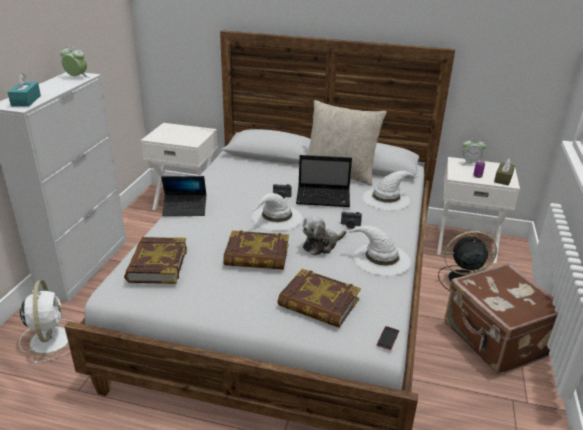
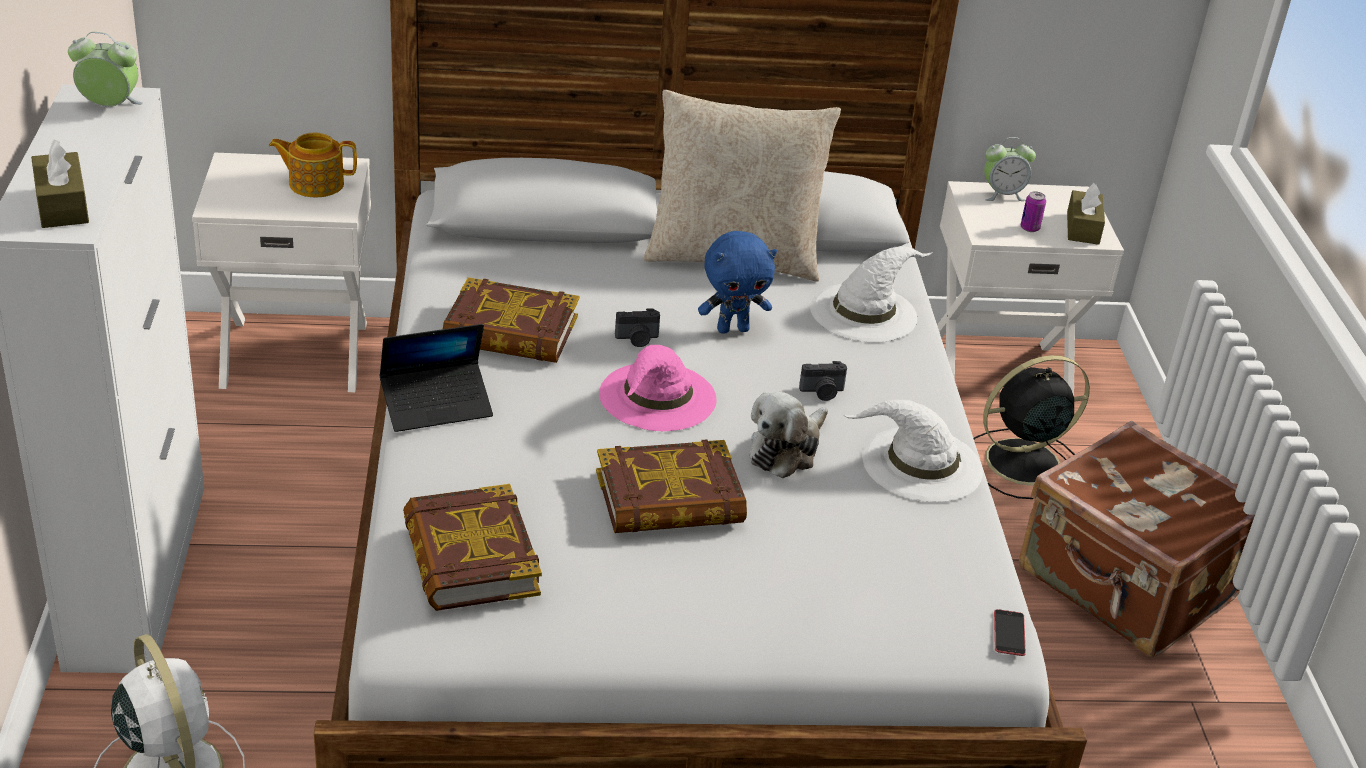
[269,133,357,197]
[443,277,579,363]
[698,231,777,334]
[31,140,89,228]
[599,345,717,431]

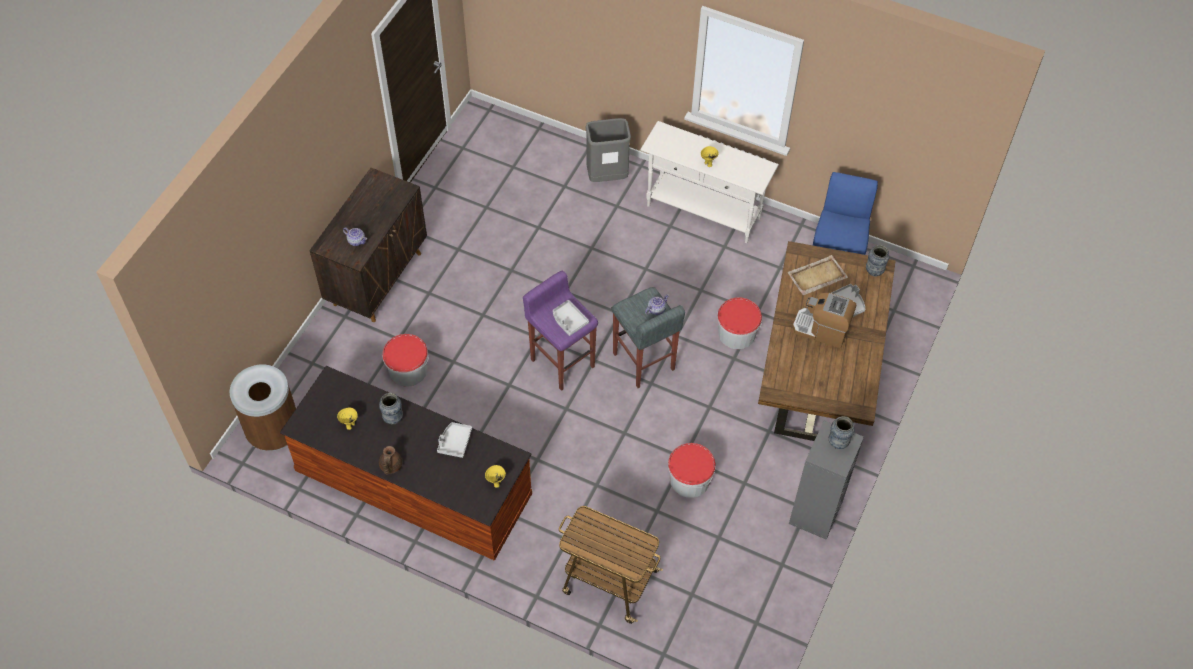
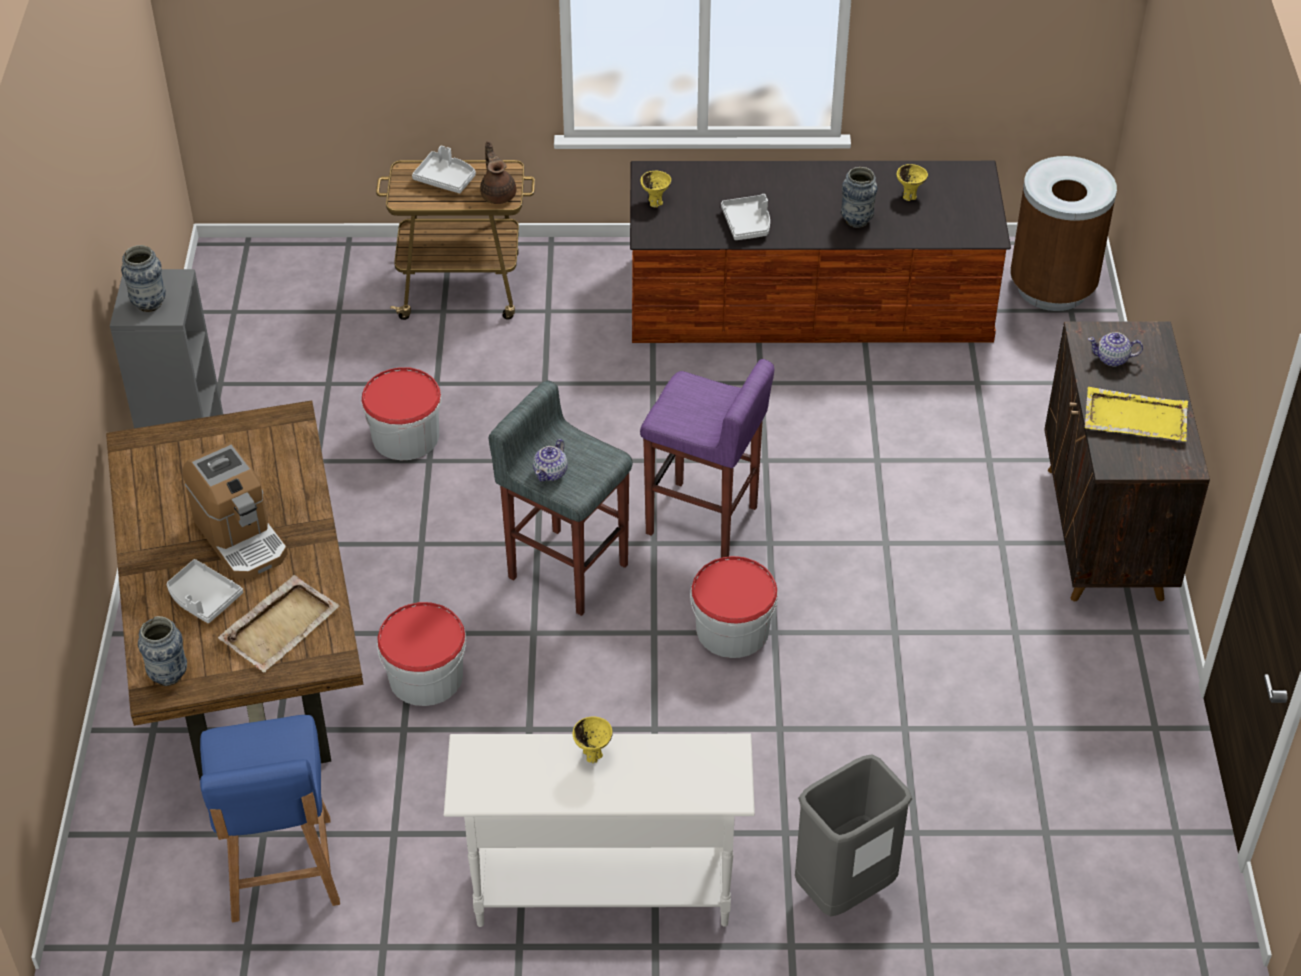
[1085,387,1188,441]
[480,141,516,204]
[690,556,778,658]
[412,146,476,193]
[183,442,288,579]

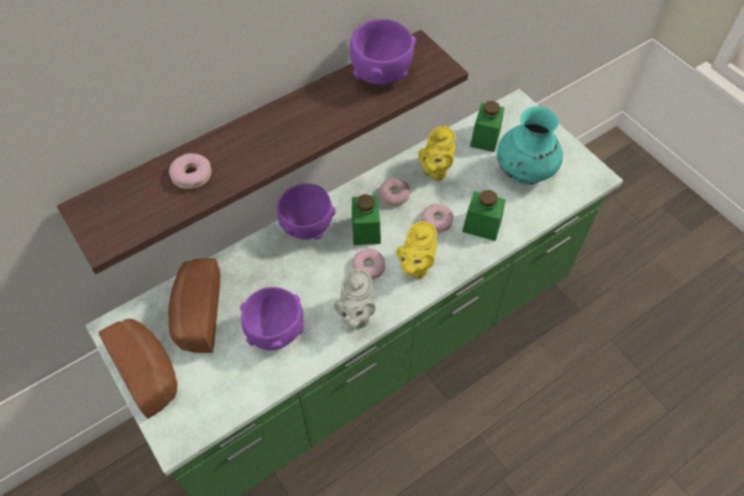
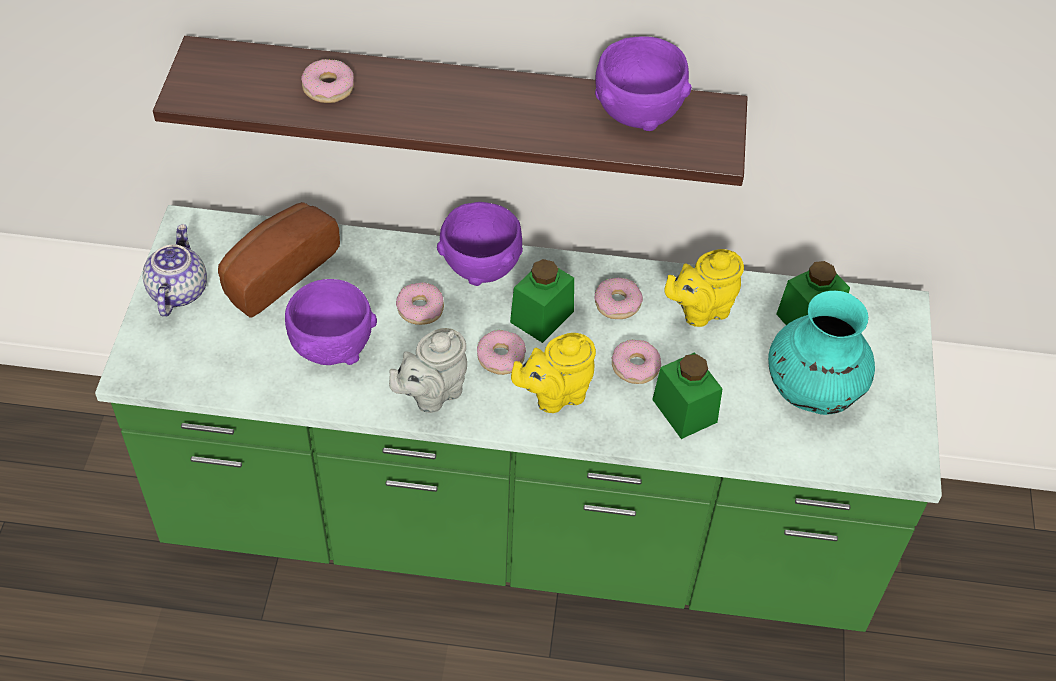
[396,282,444,325]
[143,224,207,317]

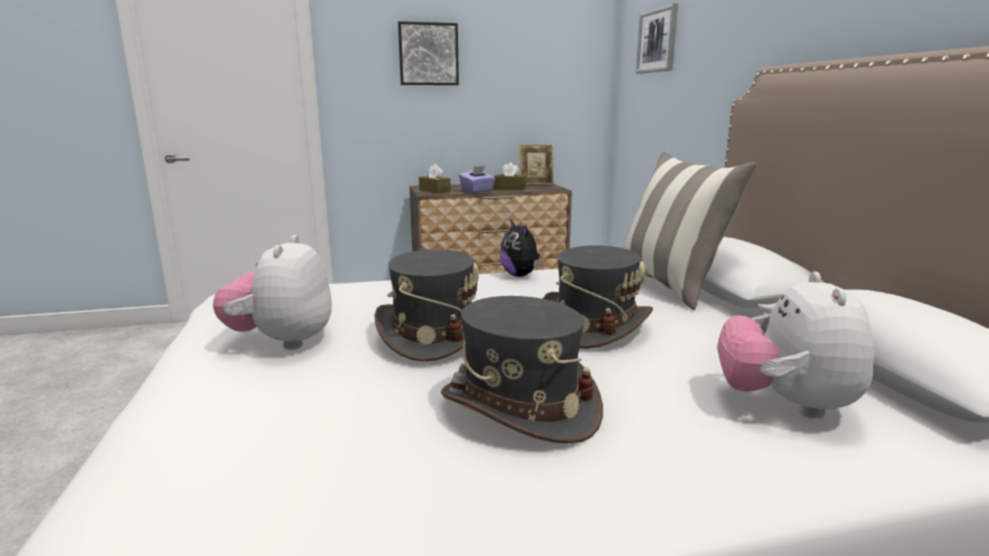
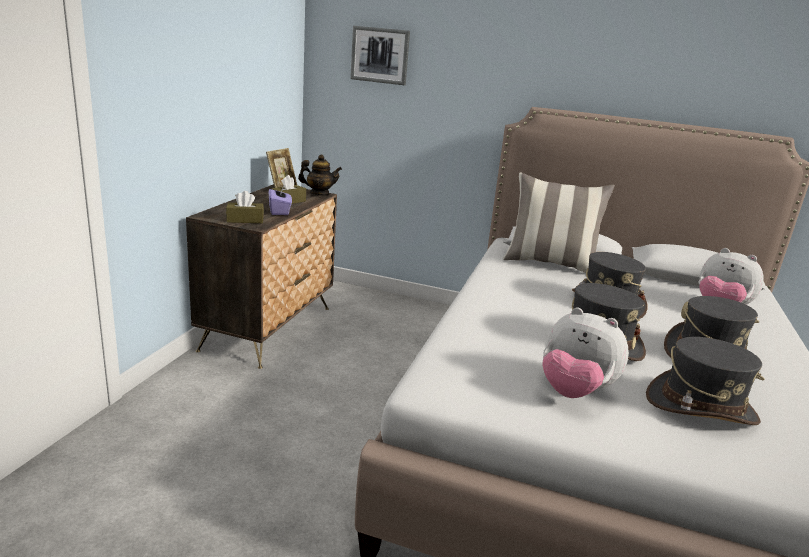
[398,21,459,85] (first image)
[500,219,543,277] (first image)
[298,154,342,196]
[646,337,765,425]

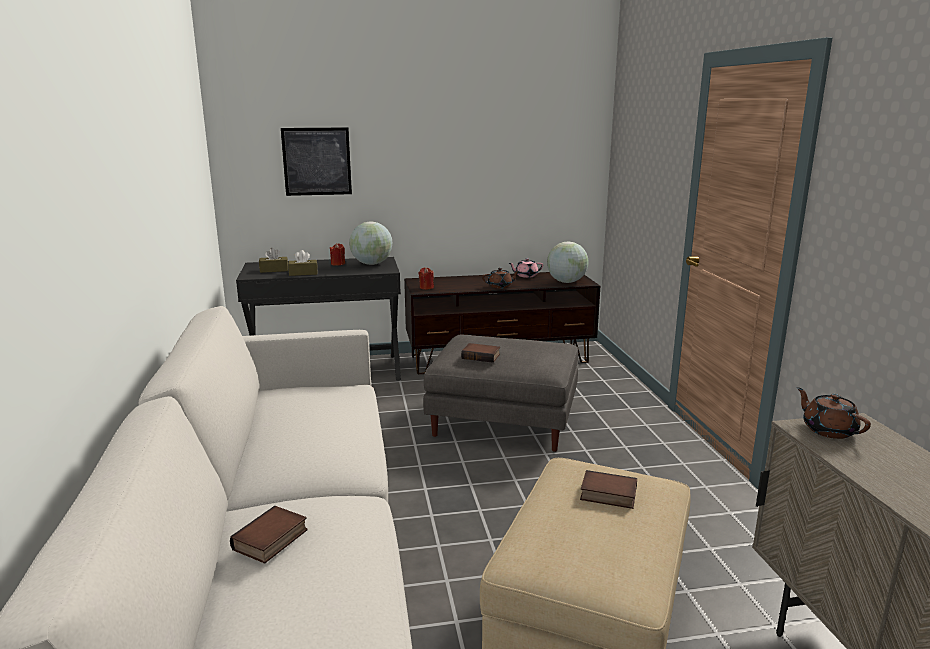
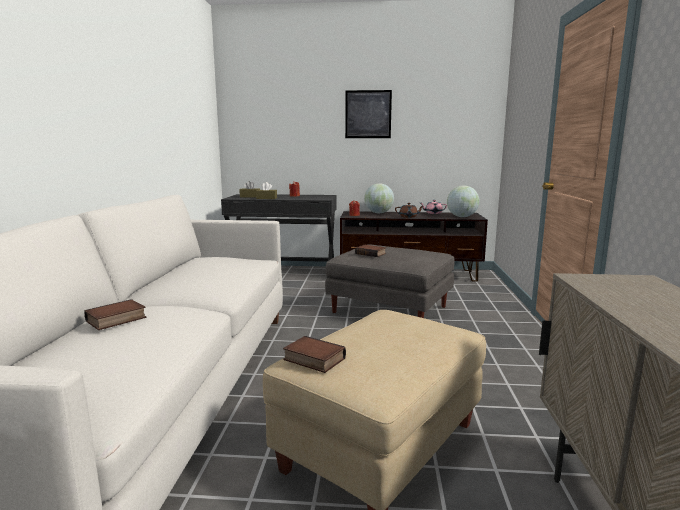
[796,387,871,439] (first image)
[345,90,392,138]
[364,183,394,213]
[283,336,346,373]

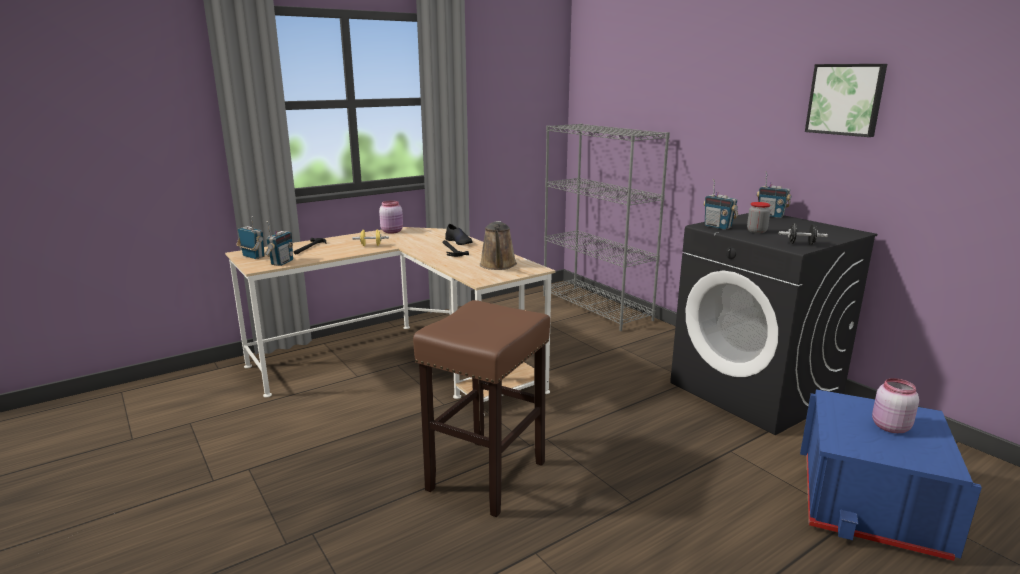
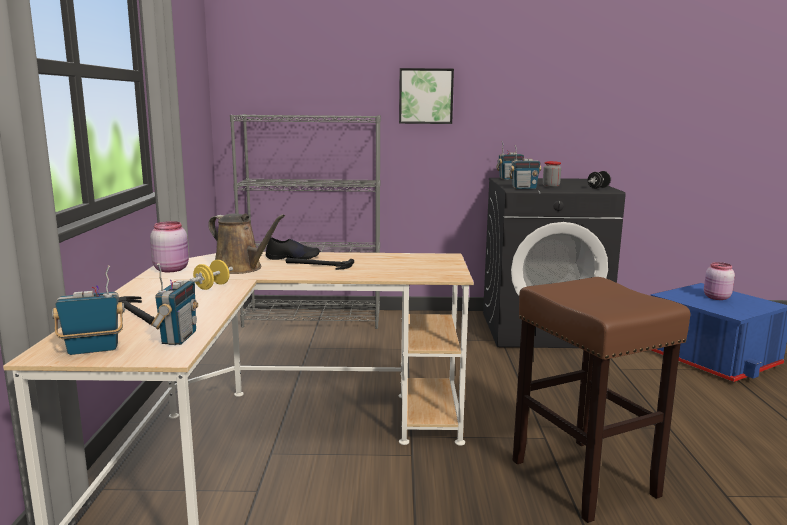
[208,213,285,274]
[399,68,454,124]
[151,263,198,345]

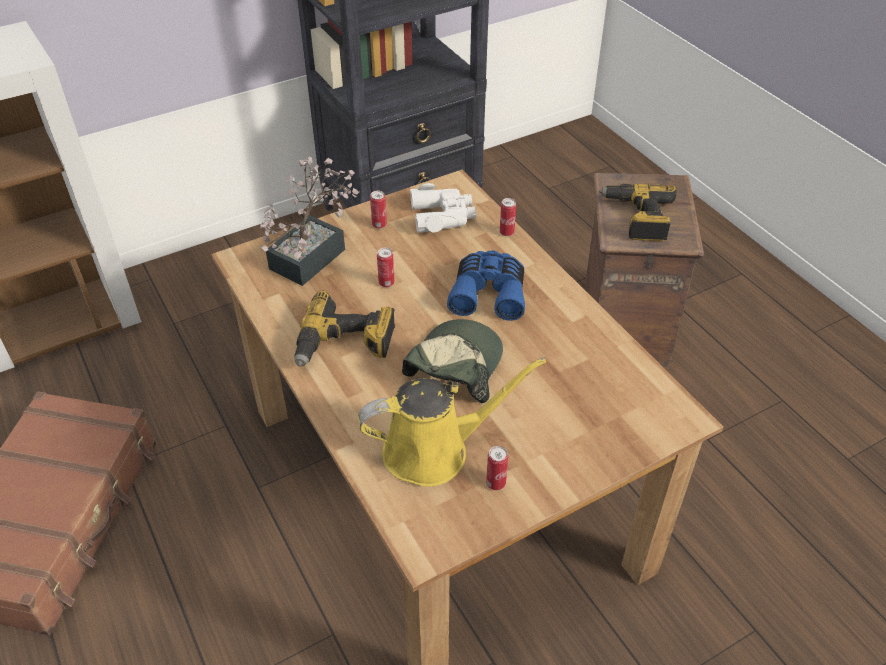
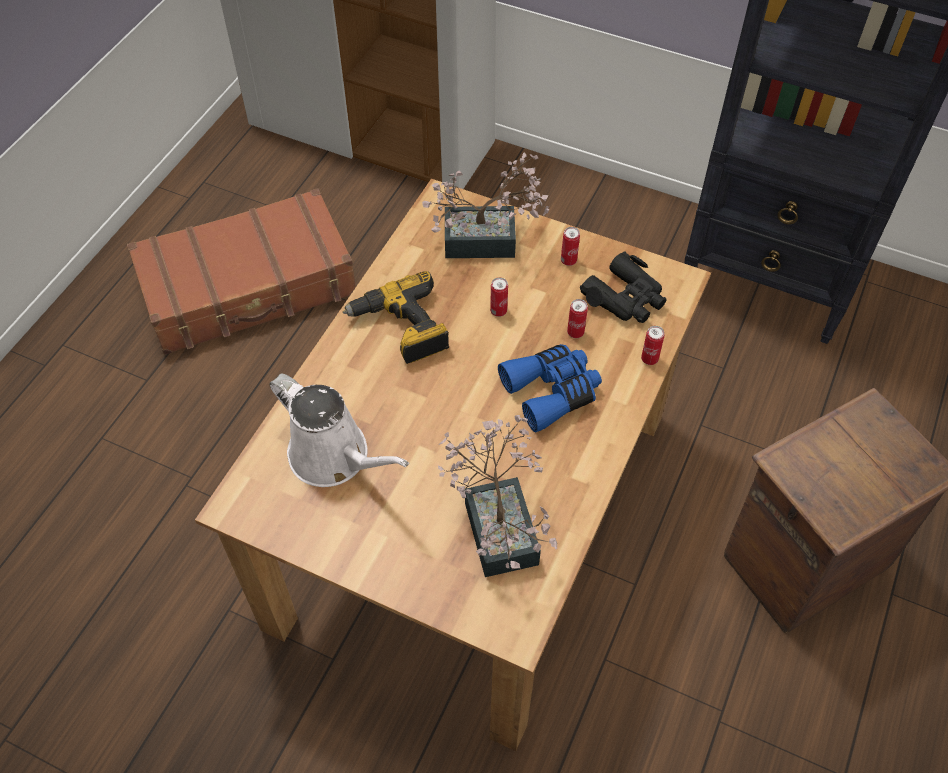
[402,319,503,403] (first image)
[599,184,677,241] (first image)
[438,415,557,577]
[567,299,588,338]
[270,374,409,487]
[580,251,667,323]

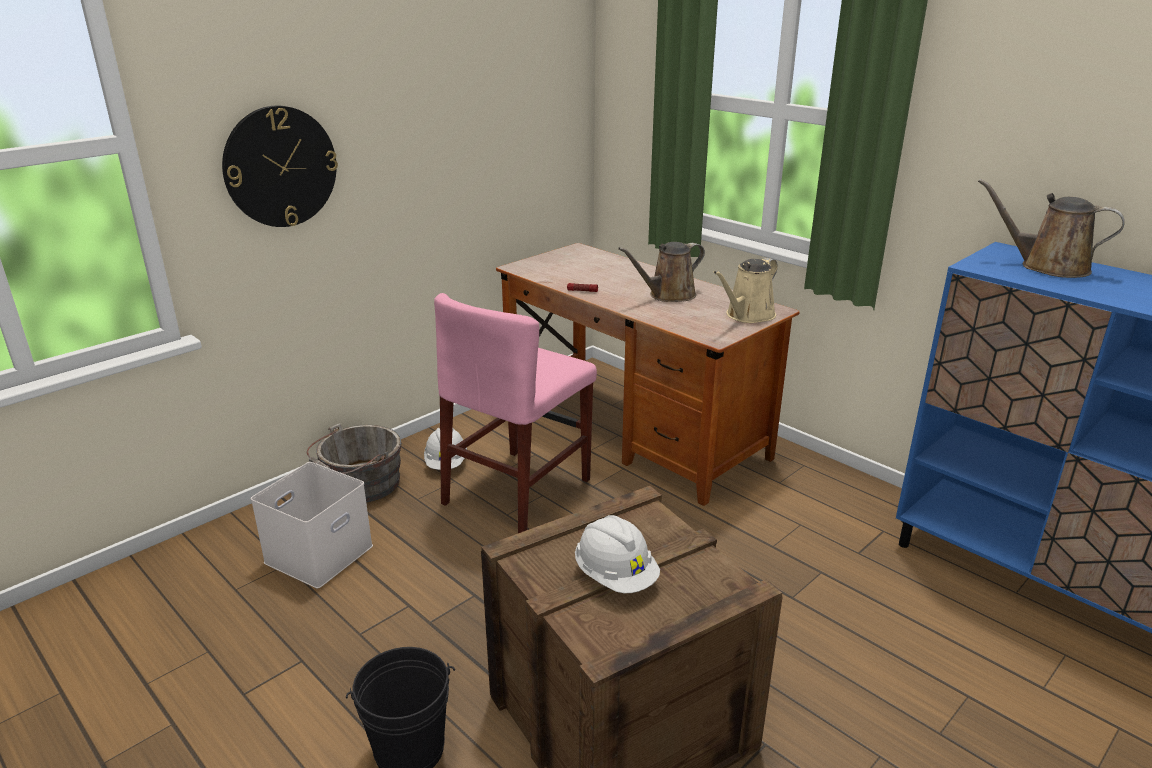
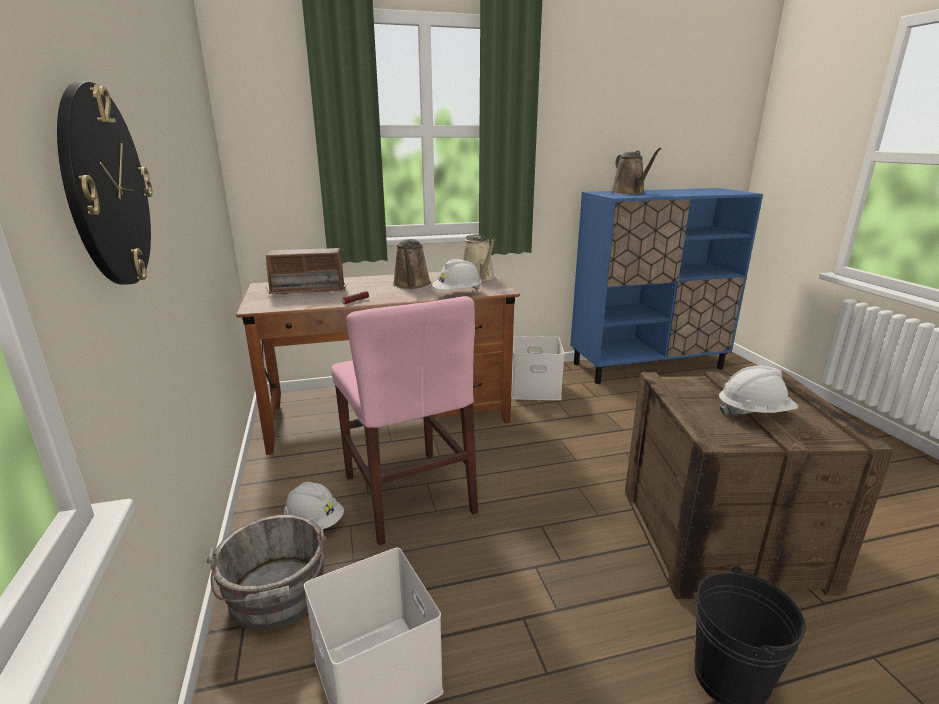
[266,248,347,294]
[432,259,482,290]
[511,336,565,400]
[611,148,661,194]

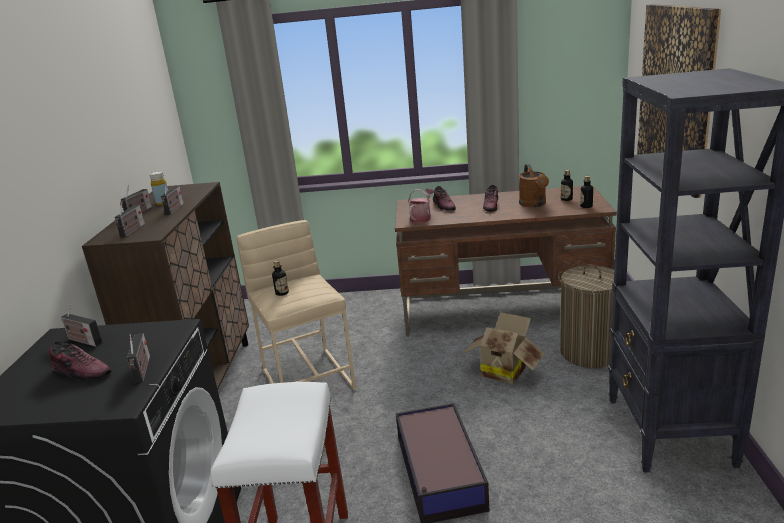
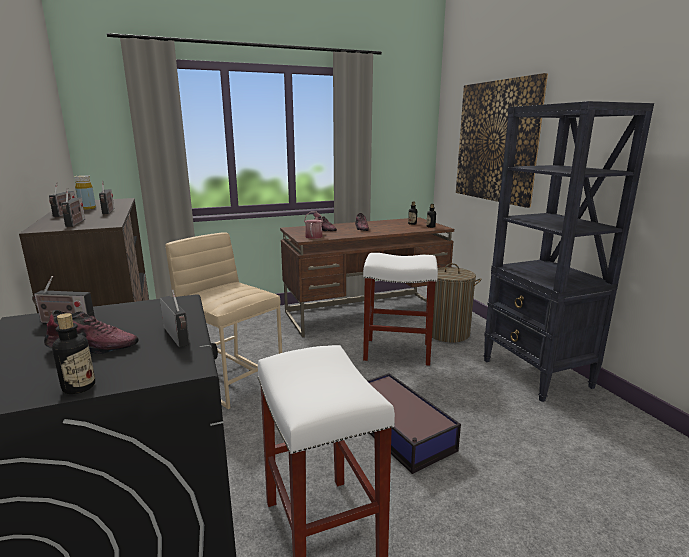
[519,164,549,207] (first image)
[52,313,95,394]
[363,253,438,366]

